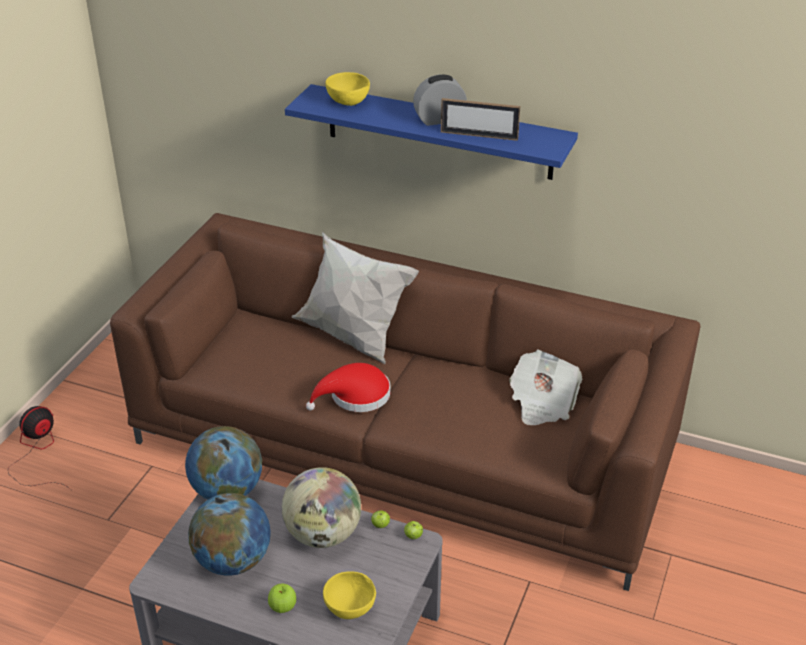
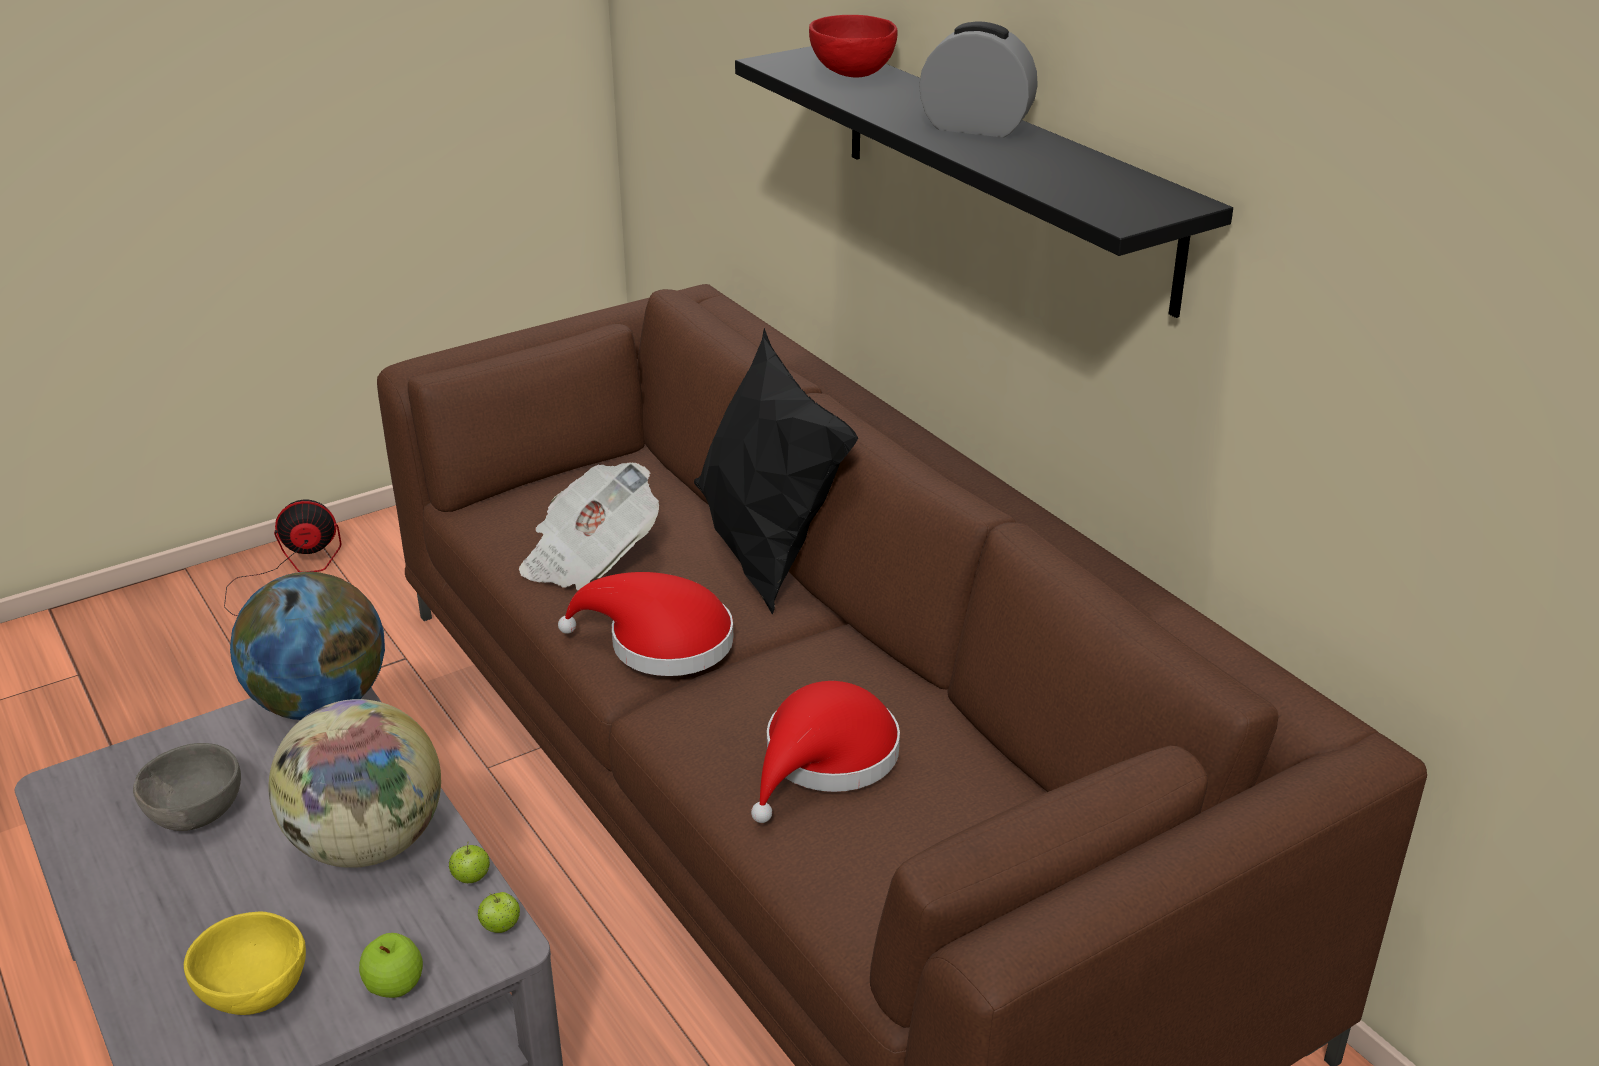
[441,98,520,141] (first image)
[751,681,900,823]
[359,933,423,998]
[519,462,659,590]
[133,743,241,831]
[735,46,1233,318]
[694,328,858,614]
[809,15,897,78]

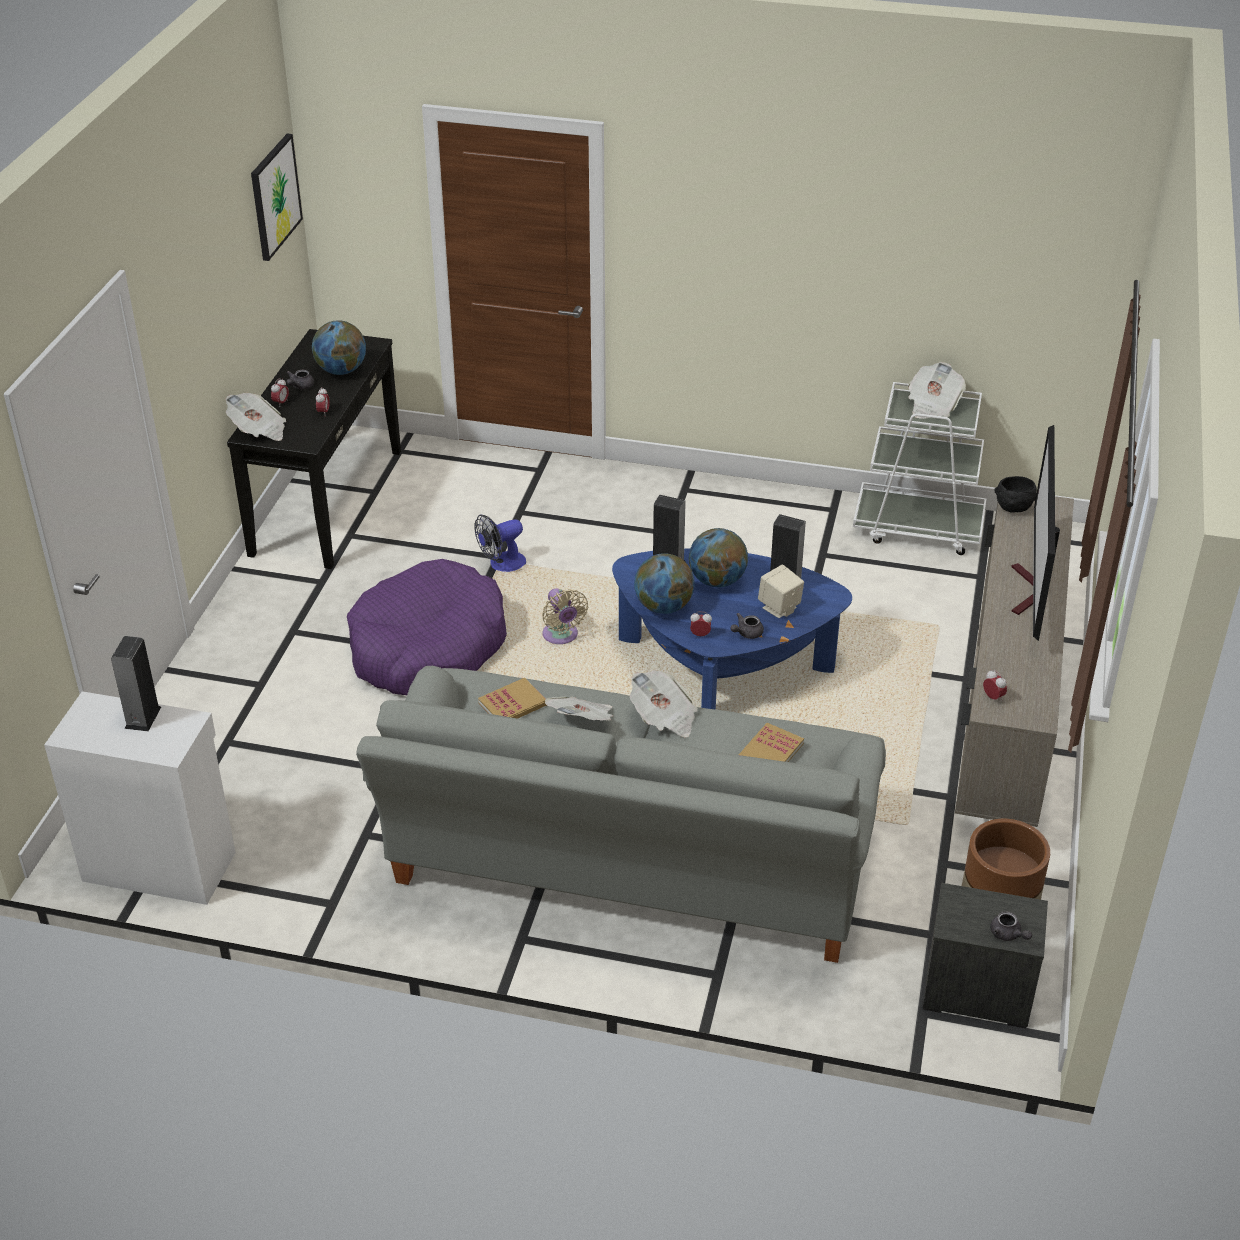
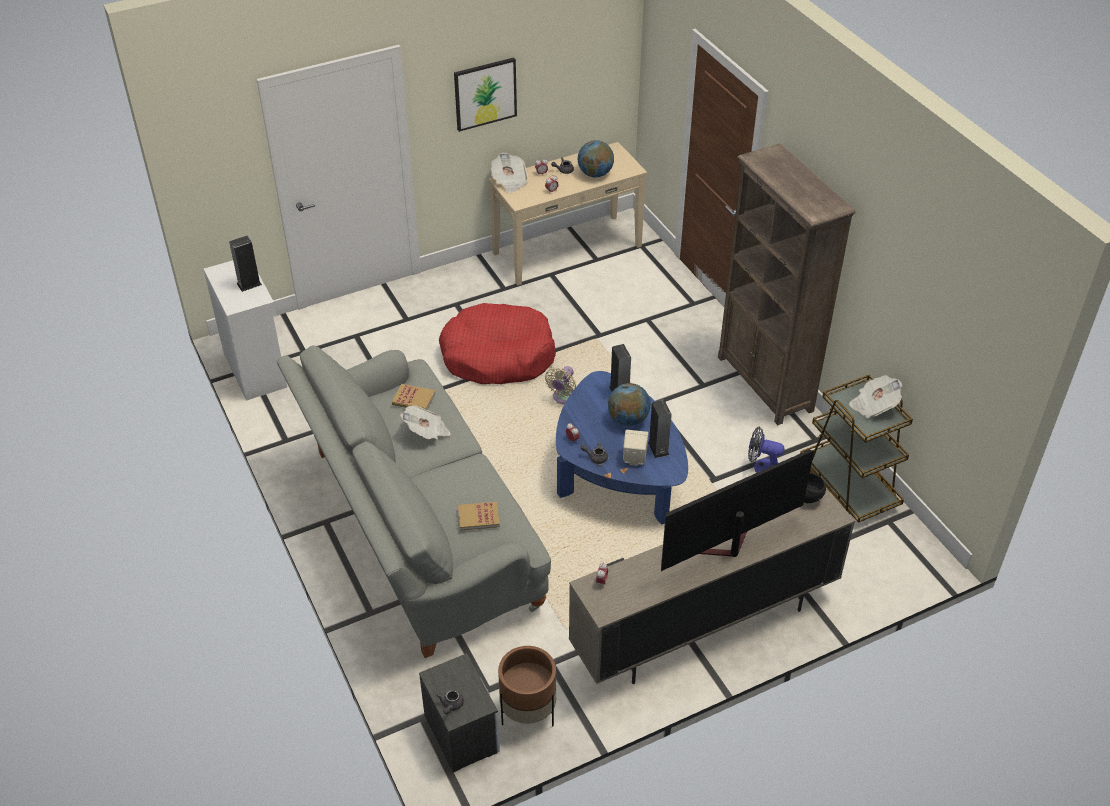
[630,670,697,737] (first image)
[634,553,695,614] (first image)
[718,143,856,425]
[454,58,517,132]
[748,426,785,473]
[488,142,647,286]
[439,303,556,384]
[800,375,913,523]

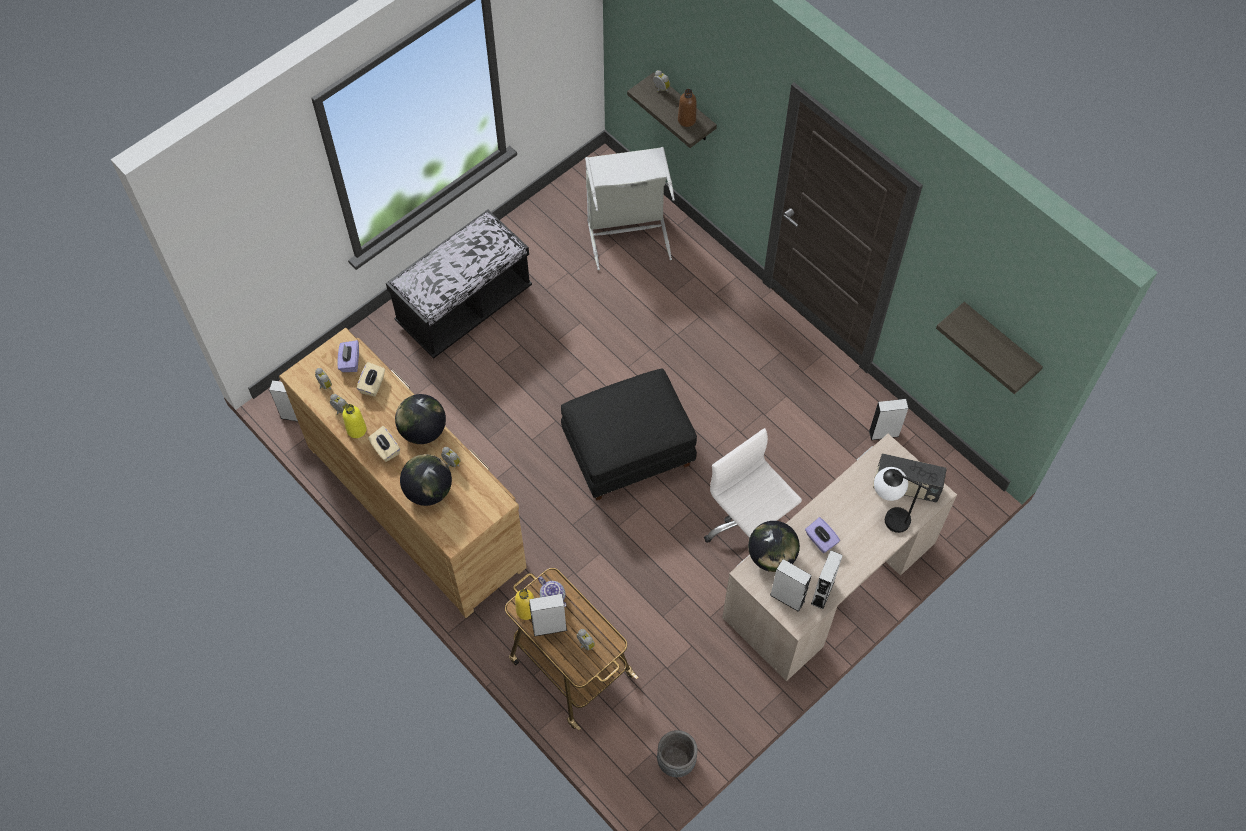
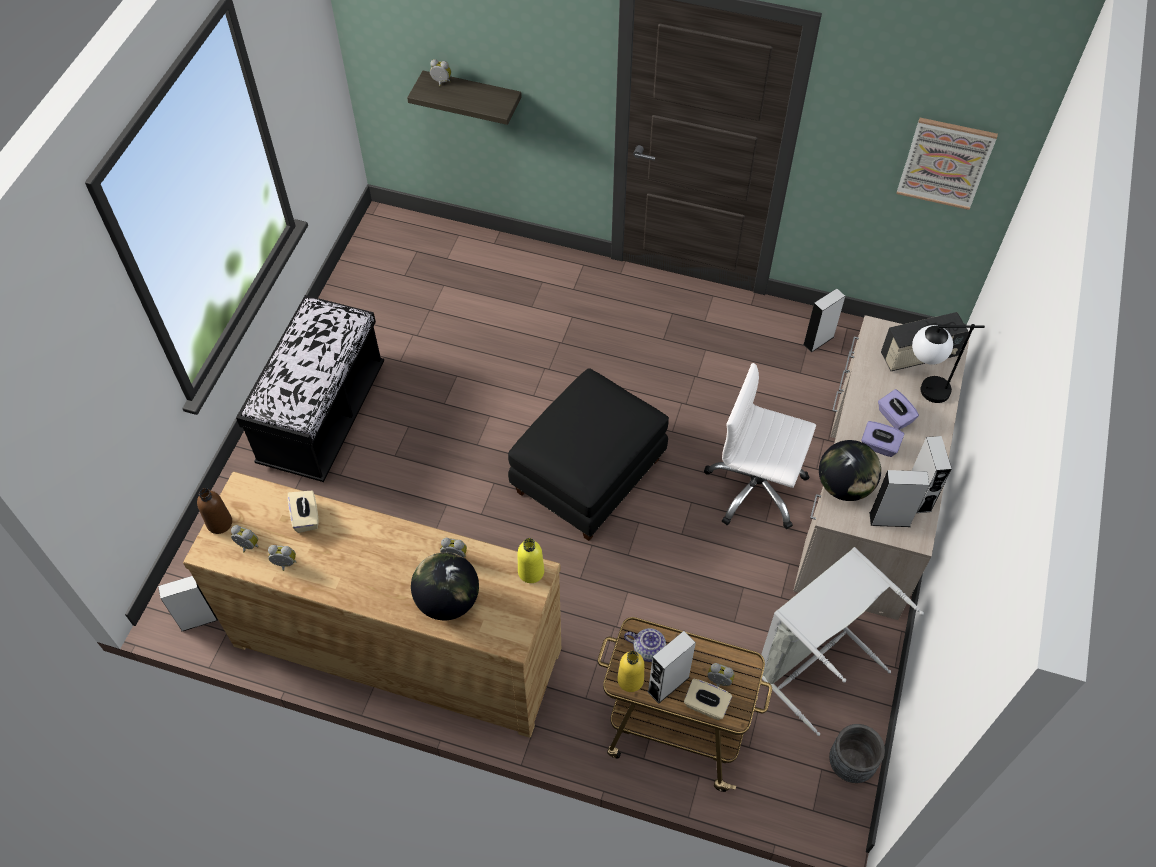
[395,394,446,444] (first image)
[878,389,919,430]
[518,538,544,583]
[684,679,732,720]
[761,547,924,736]
[197,488,232,534]
[897,118,998,210]

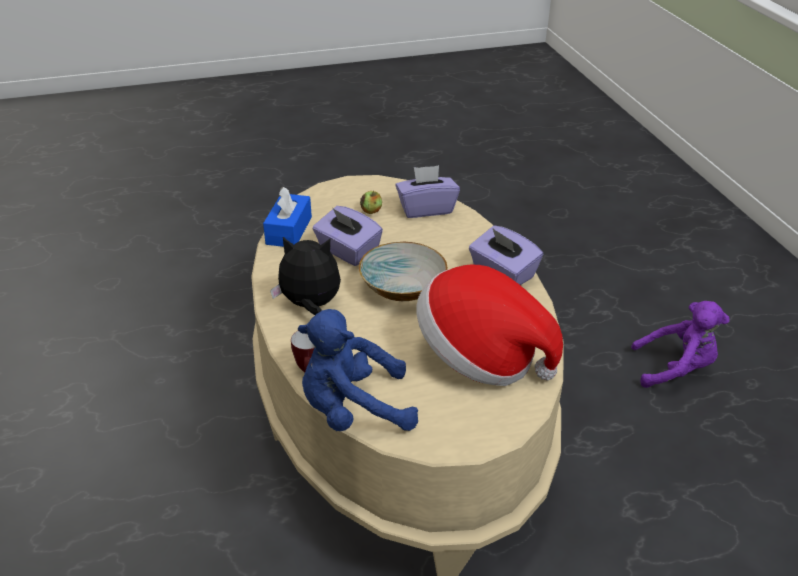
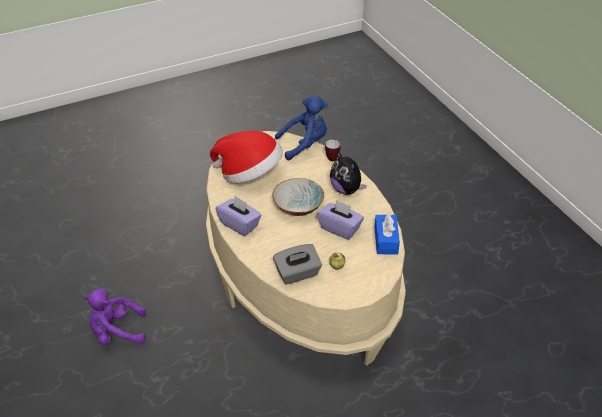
[273,244,322,284]
[330,151,367,195]

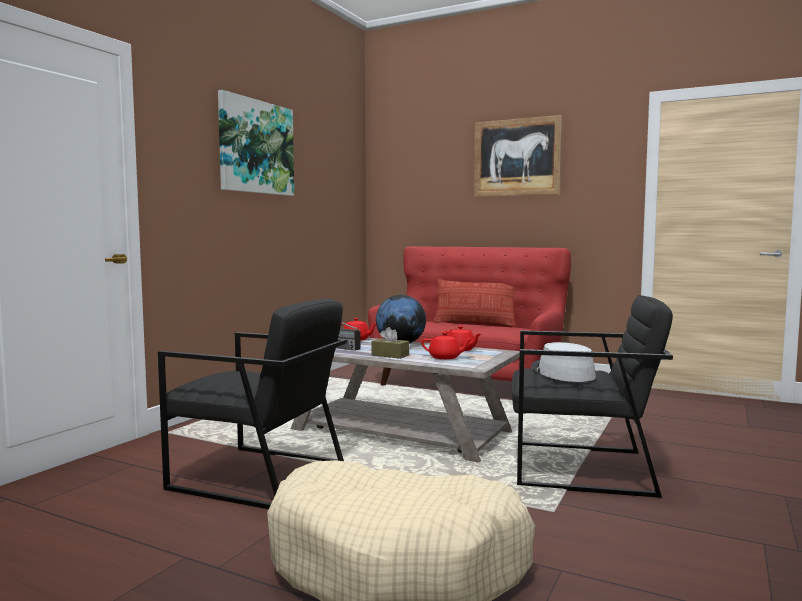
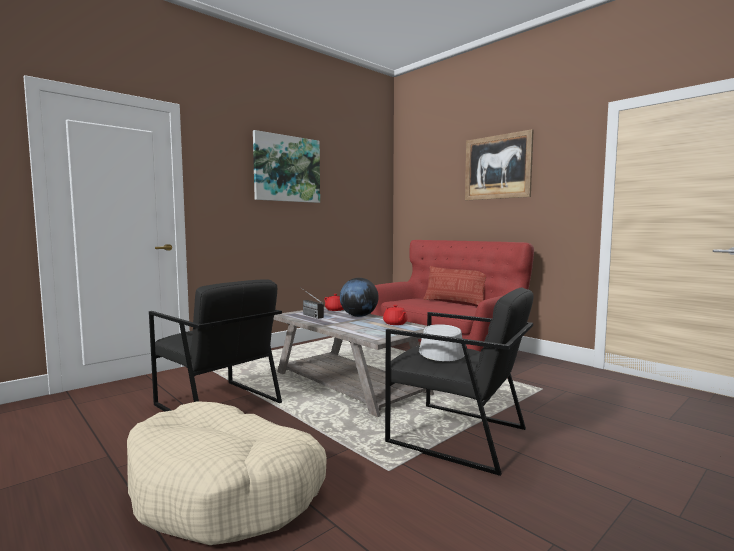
[371,327,409,359] (first image)
[421,332,472,359] (first image)

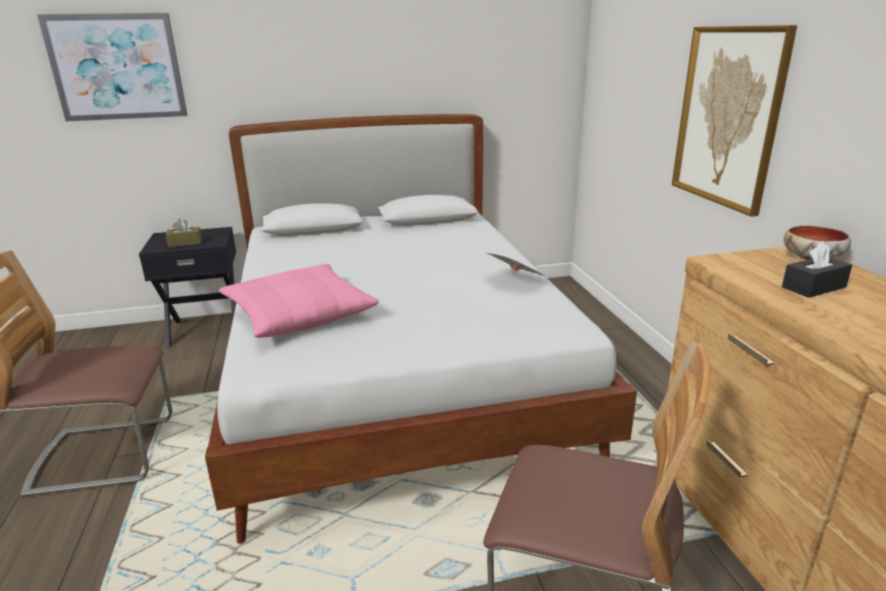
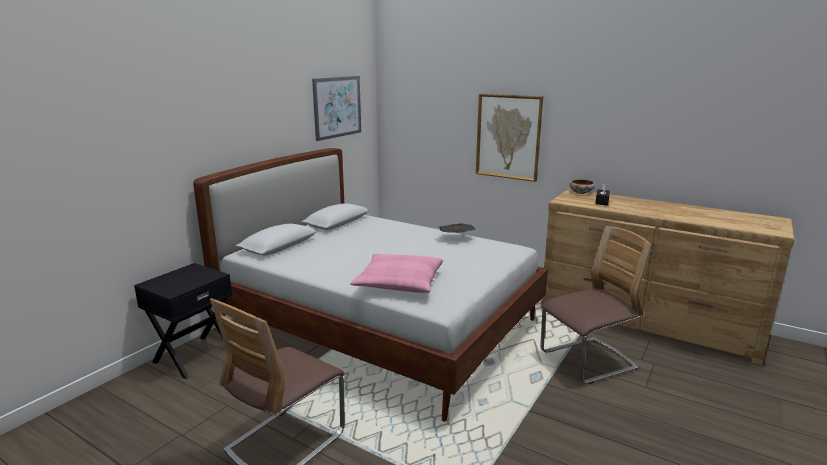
[165,218,202,247] (first image)
[312,76,361,141]

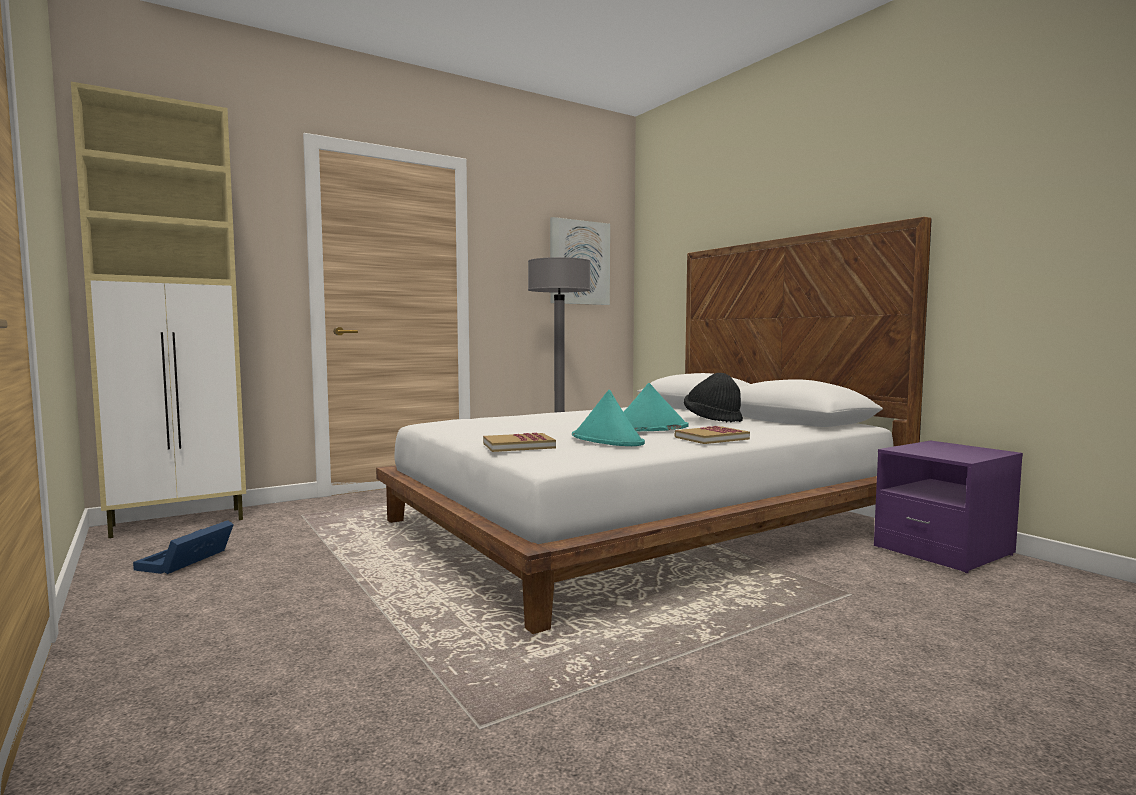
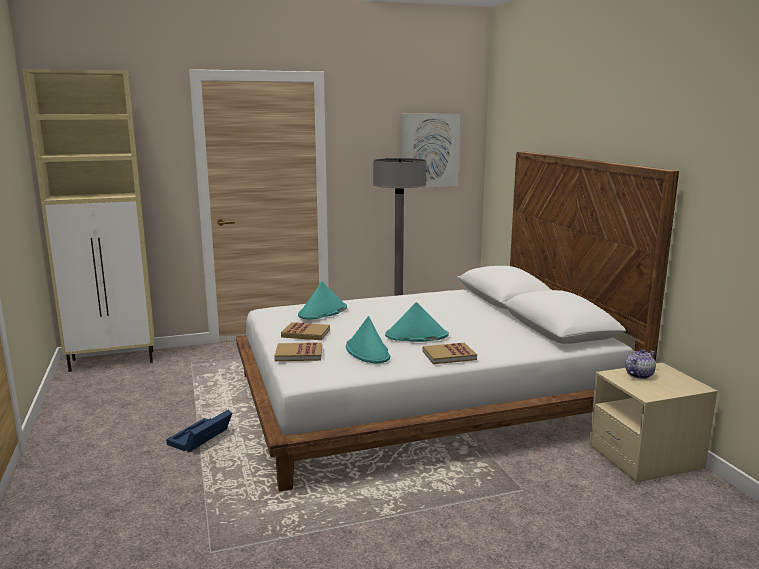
[684,373,743,423] (first image)
[281,322,330,340]
[298,281,347,319]
[625,349,656,379]
[166,410,232,452]
[589,362,718,484]

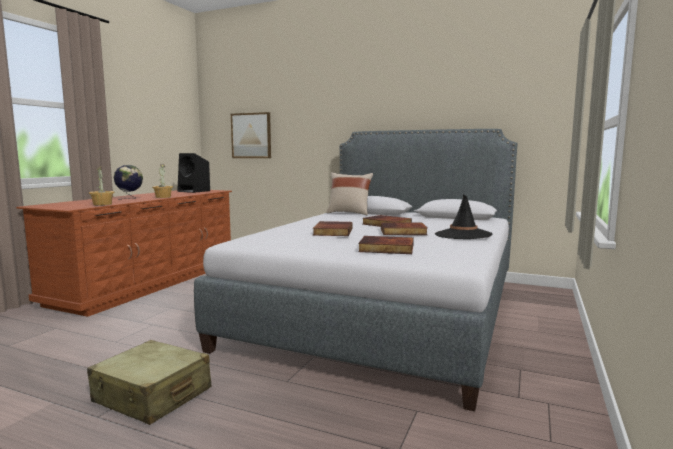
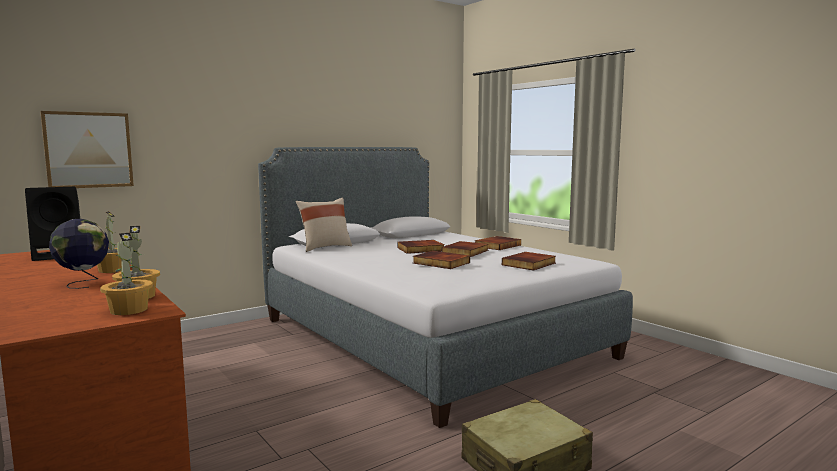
[100,232,153,315]
[475,236,521,250]

